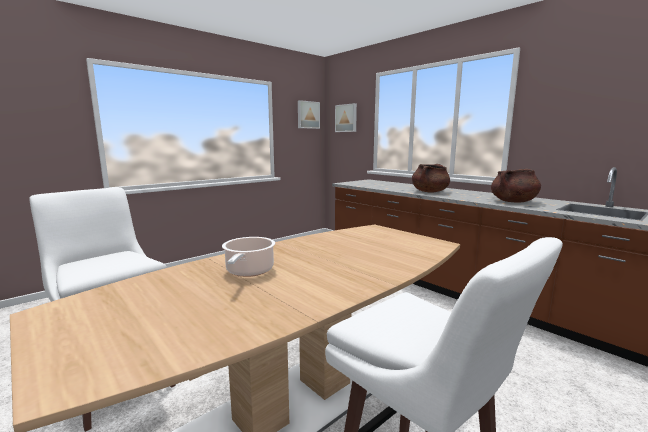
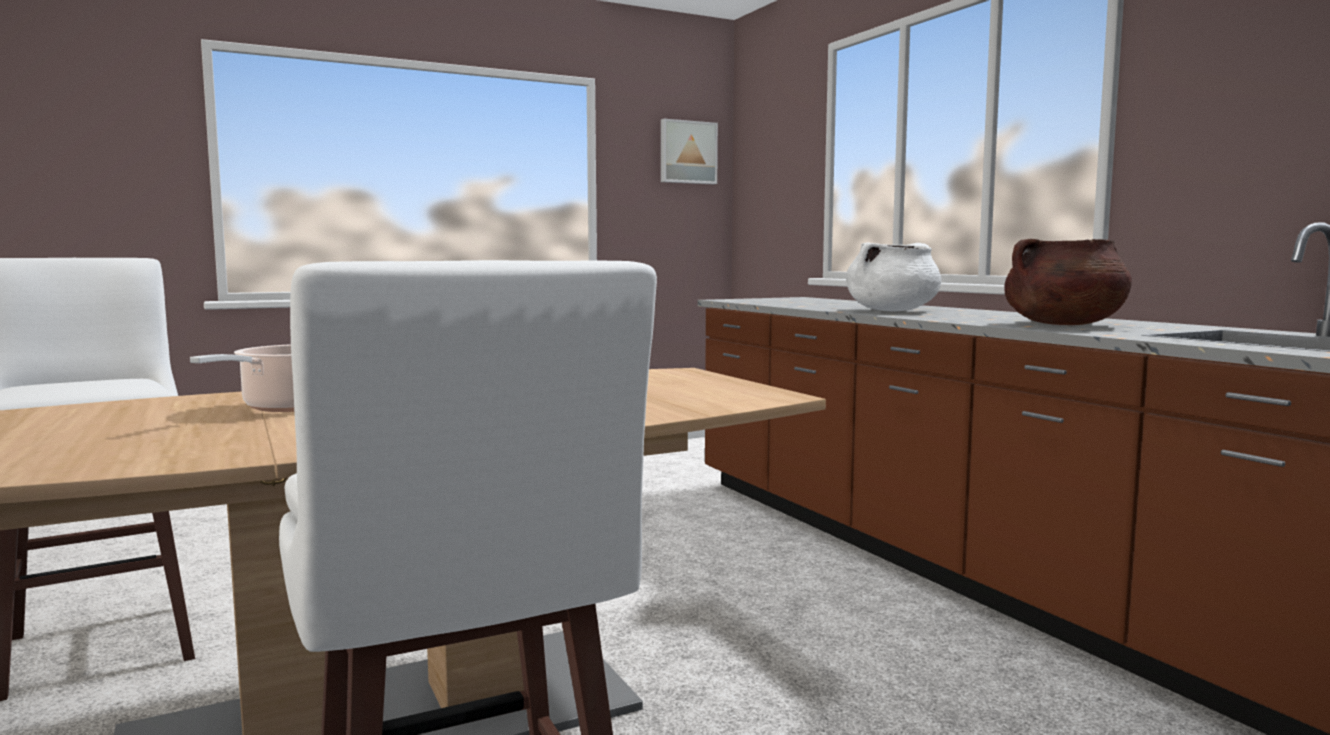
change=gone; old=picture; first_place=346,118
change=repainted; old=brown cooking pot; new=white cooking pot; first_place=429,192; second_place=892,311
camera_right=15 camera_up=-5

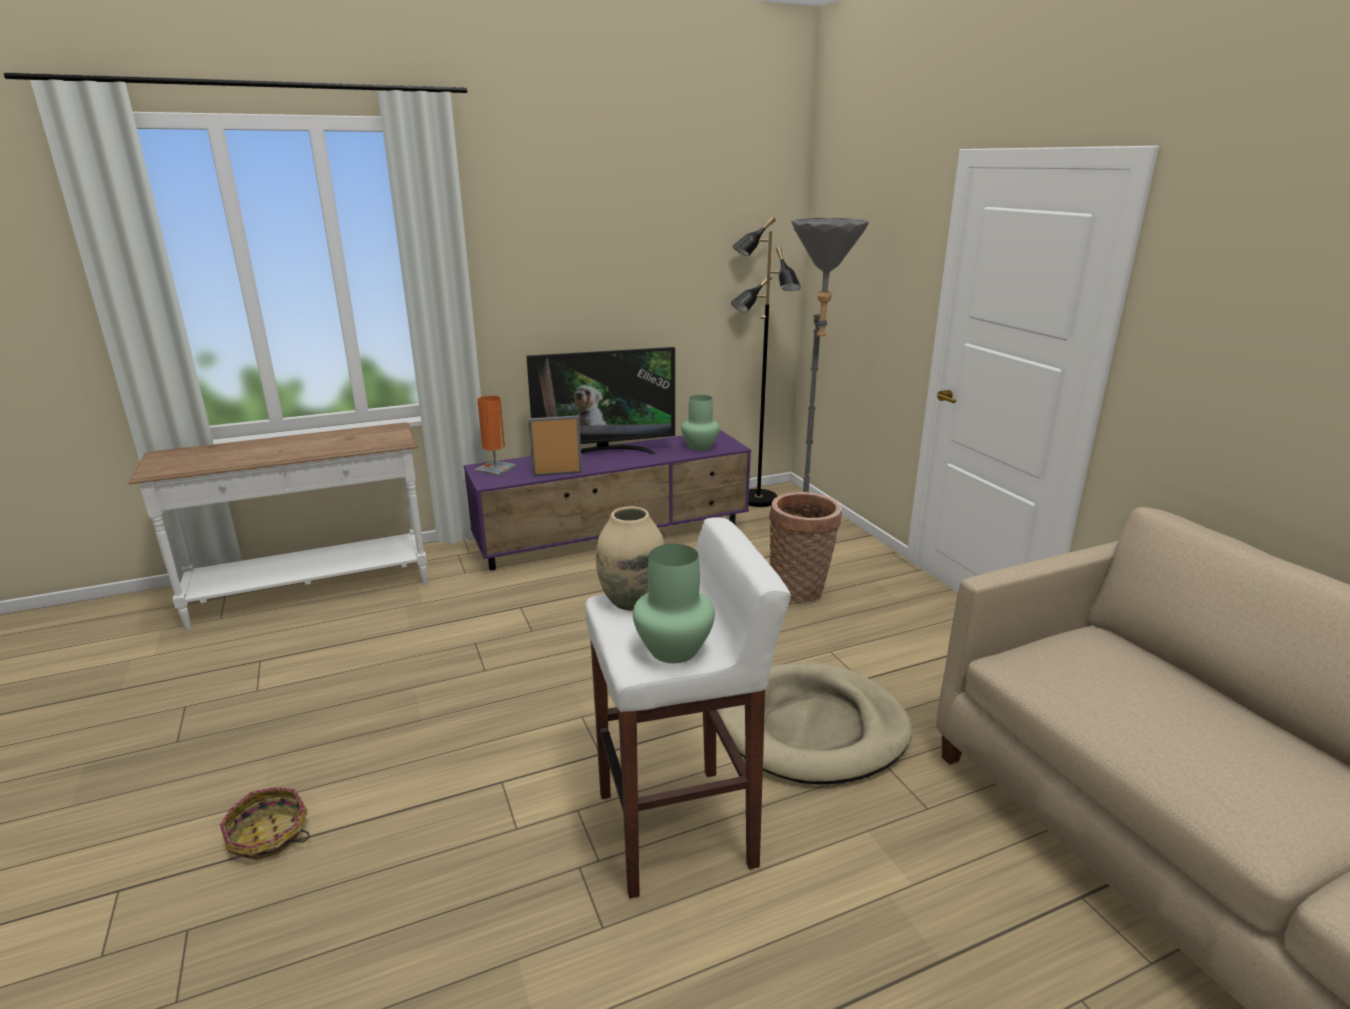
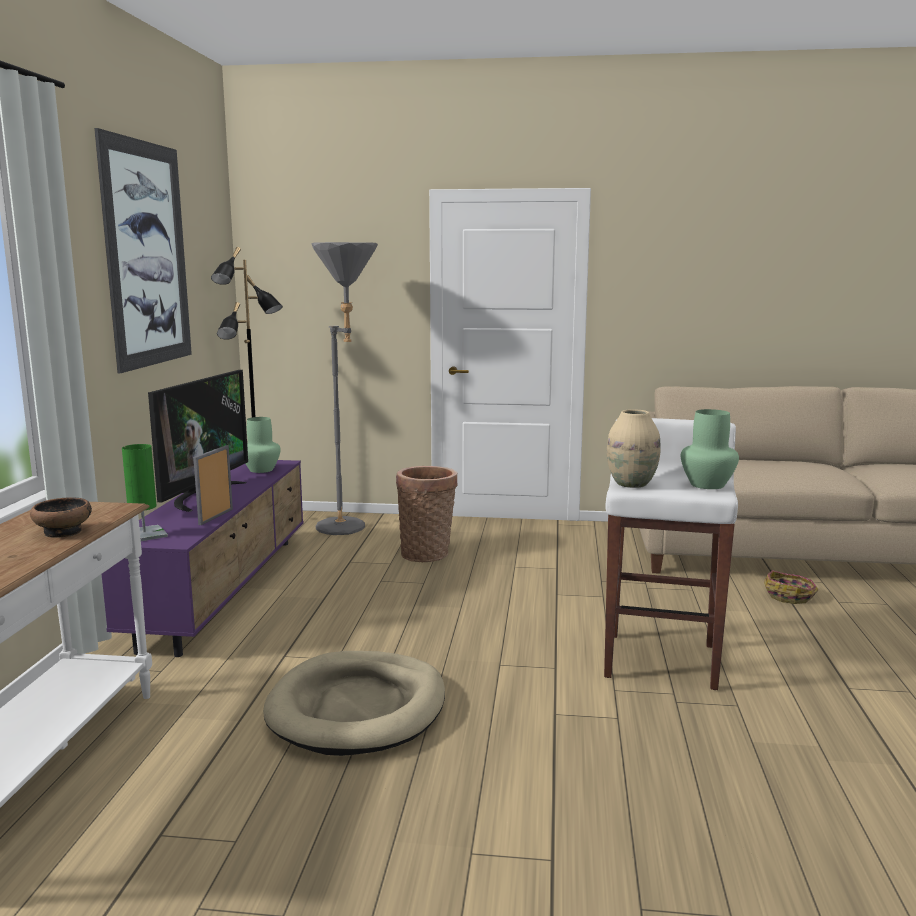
change=new; new=bowl; second_place=64,532
change=new; new=picture; second_place=147,254
change=shifted; old=basket; first_place=269,836; second_place=790,596
change=shifted; old=beige dog bed; first_place=812,728; second_place=358,708
change=repainted; old=orange table lamp; new=green table lamp; first_place=495,469; second_place=144,535
camera_right=-60 camera_up=-10

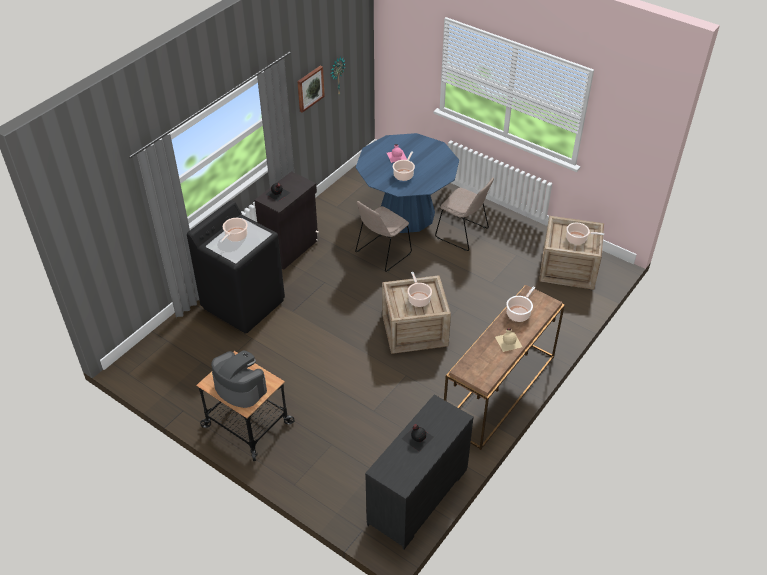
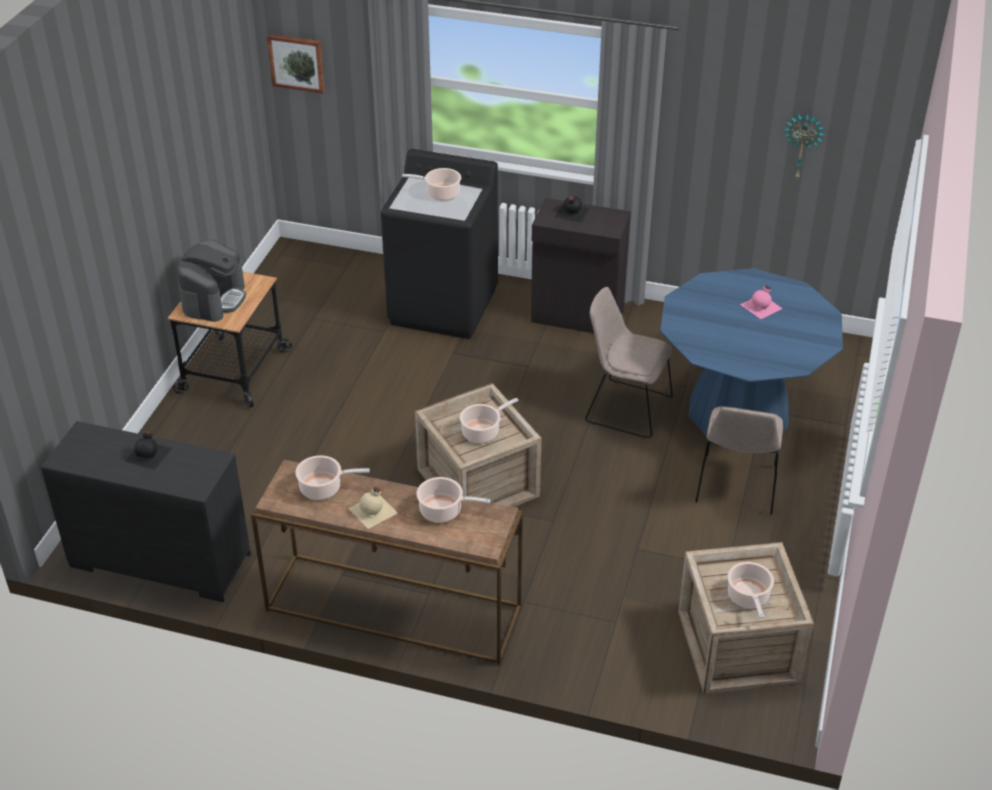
change=shifted; old=picture; first_place=310,88; second_place=297,62
change=shifted; old=cooking pot; first_place=404,174; second_place=323,488
camera_right=70 camera_up=-5

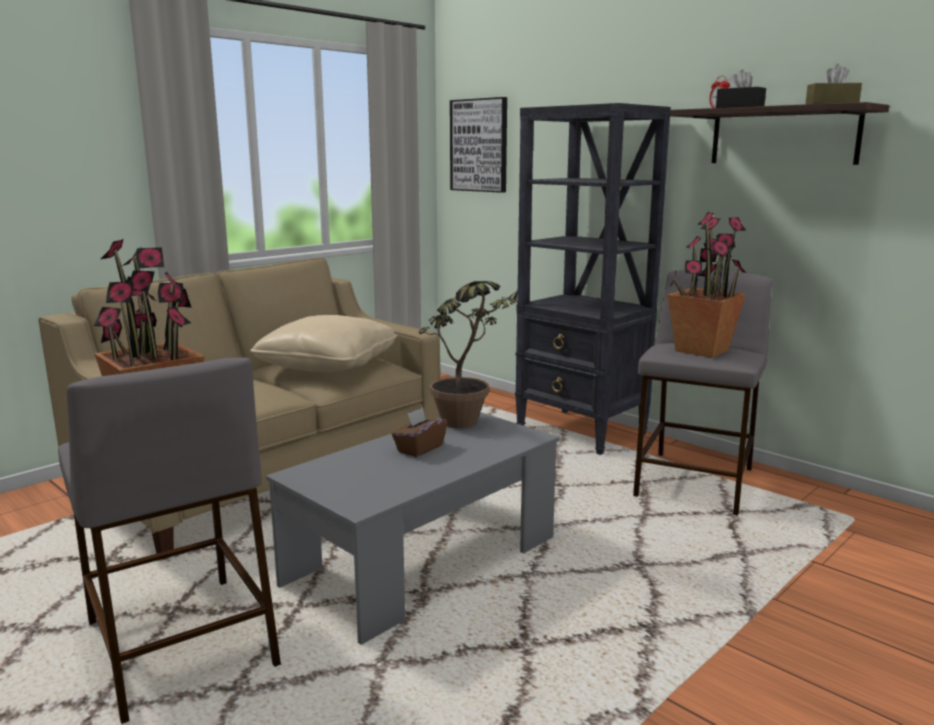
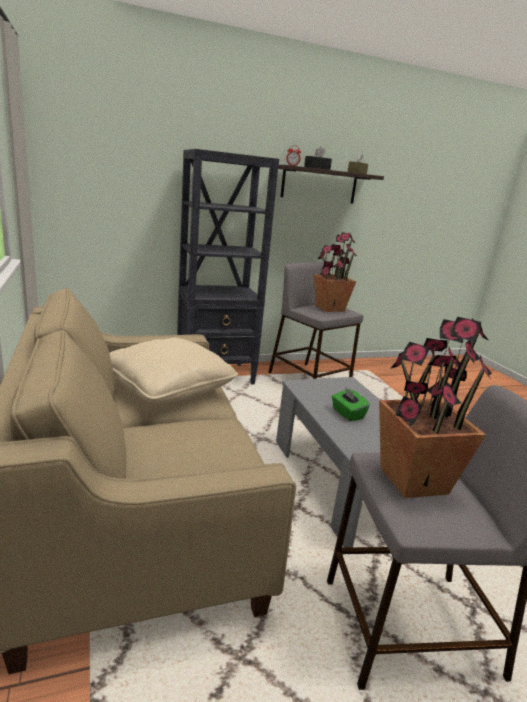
change=gone; old=potted plant; first_place=468,426
change=gone; old=picture; first_place=479,145
change=repainted; old=brown tissue box; new=green tissue box; first_place=419,448; second_place=347,414
camera_right=-65 camera_up=5

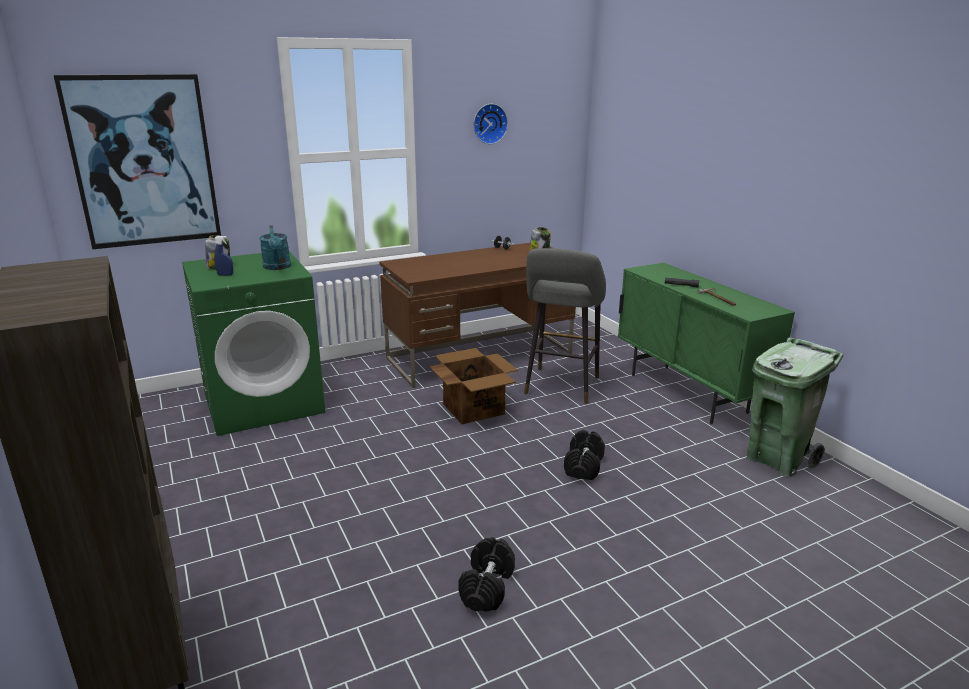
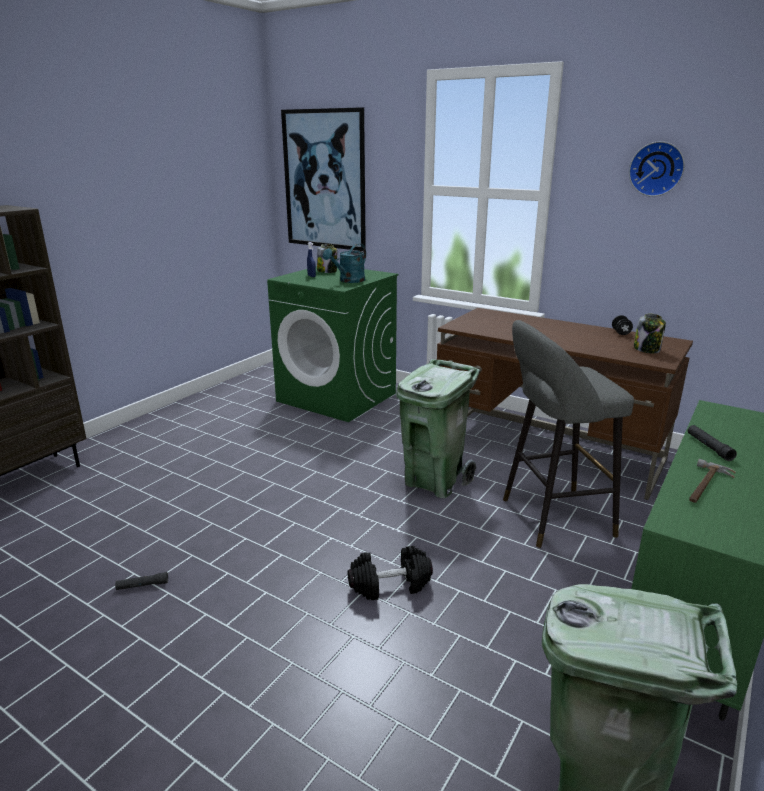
change=swapped; old=cardboard box; new=green trash can; first_place=473,408; second_place=434,481
change=swapped; old=black dumbbell; new=black flashlight; first_place=486,586; second_place=142,585
camera_right=60 camera_up=0

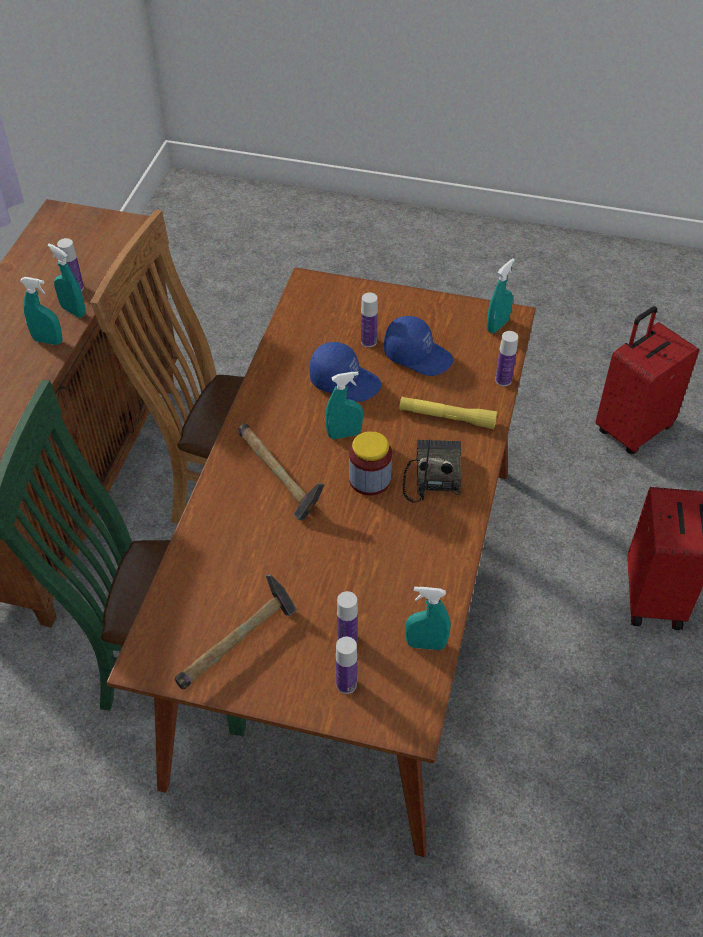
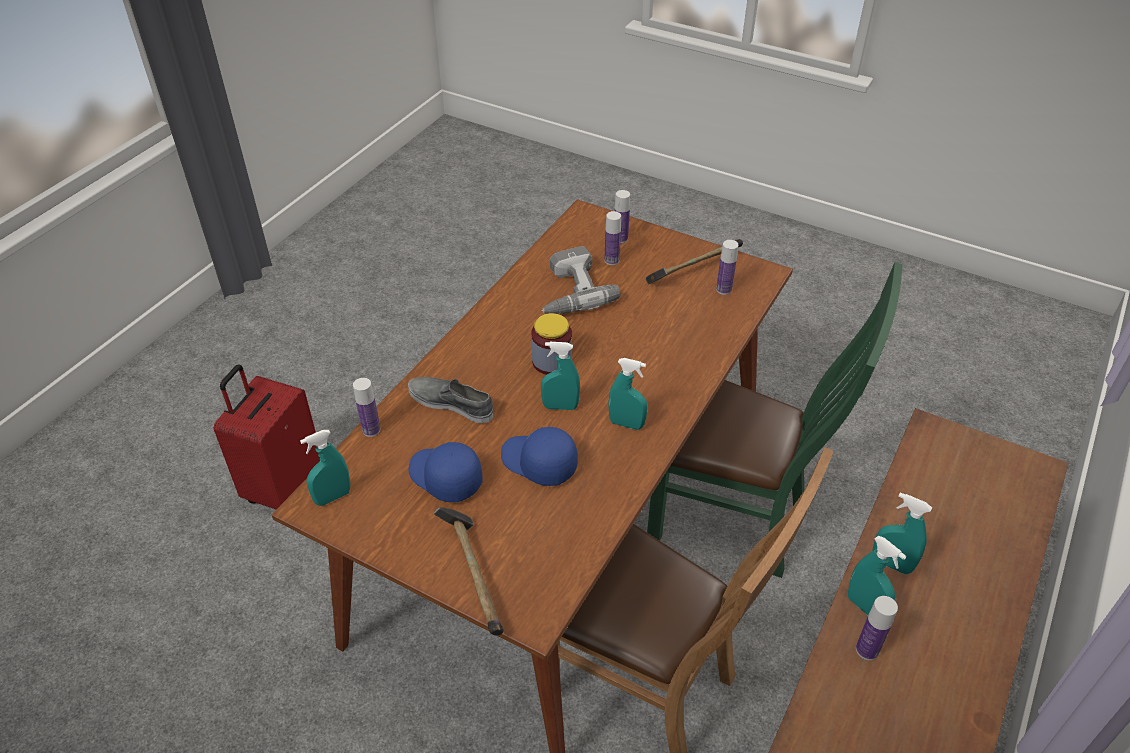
change=gone; old=radio; first_place=432,475
change=gone; old=red suitcase; first_place=632,429
change=new; new=power drill; second_place=569,291
change=shifted; old=hammer; first_place=278,479; second_place=474,576
change=shifted; old=bottle; first_place=368,341; second_place=723,289
change=shifted; old=turquoise spray bottle; first_place=426,644; second_place=626,424
change=swapped; old=yellow flashlight; new=grey shoe; first_place=447,417; second_place=451,403
camera_right=-165 camera_up=-5

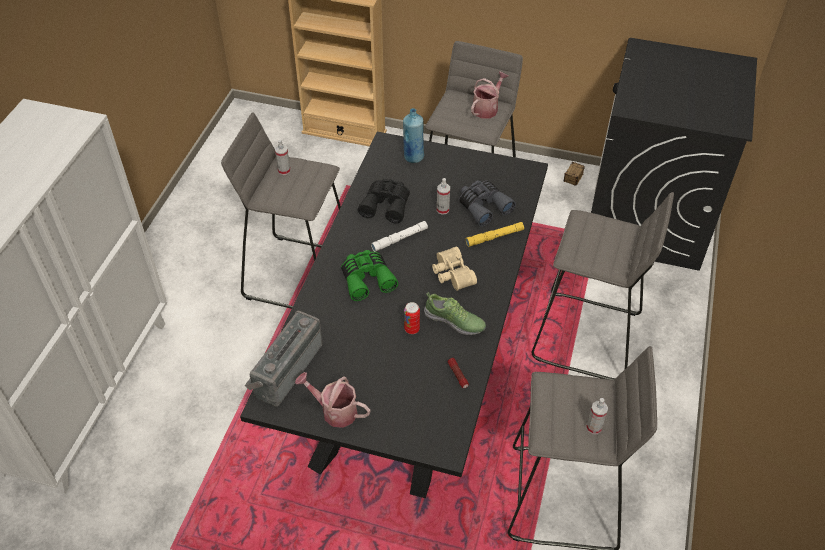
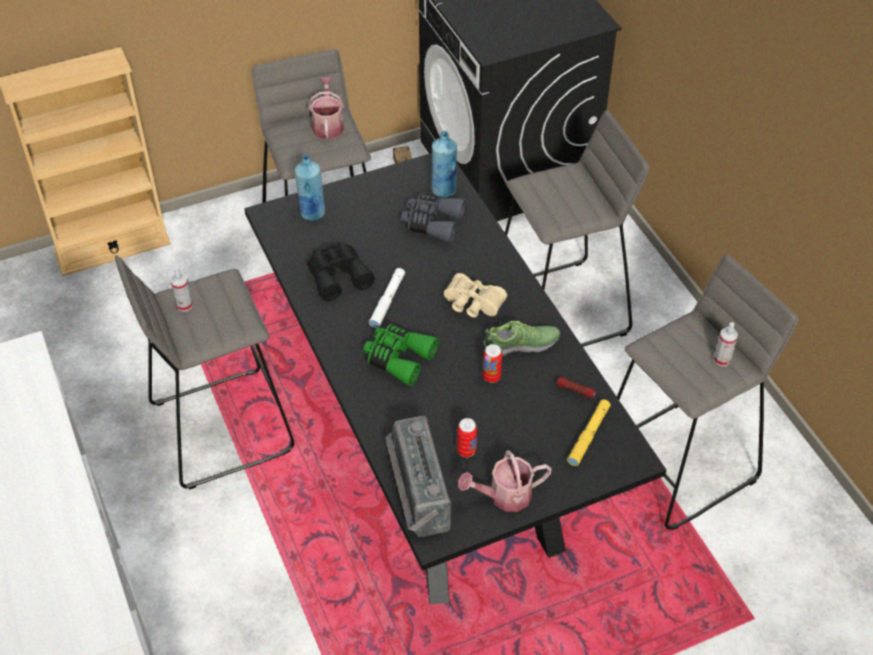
change=gone; old=spray bottle; first_place=442,210
change=new; new=blue bottle; second_place=443,190
change=new; new=can; second_place=466,451
change=shifted; old=yellow flashlight; first_place=494,237; second_place=588,435
camera_right=-40 camera_up=0

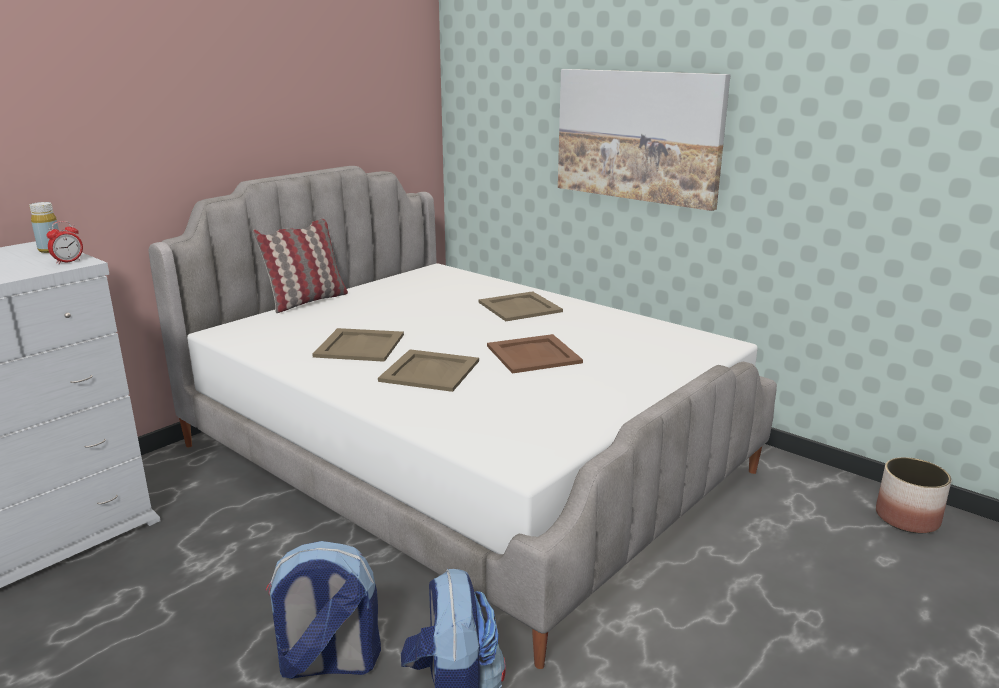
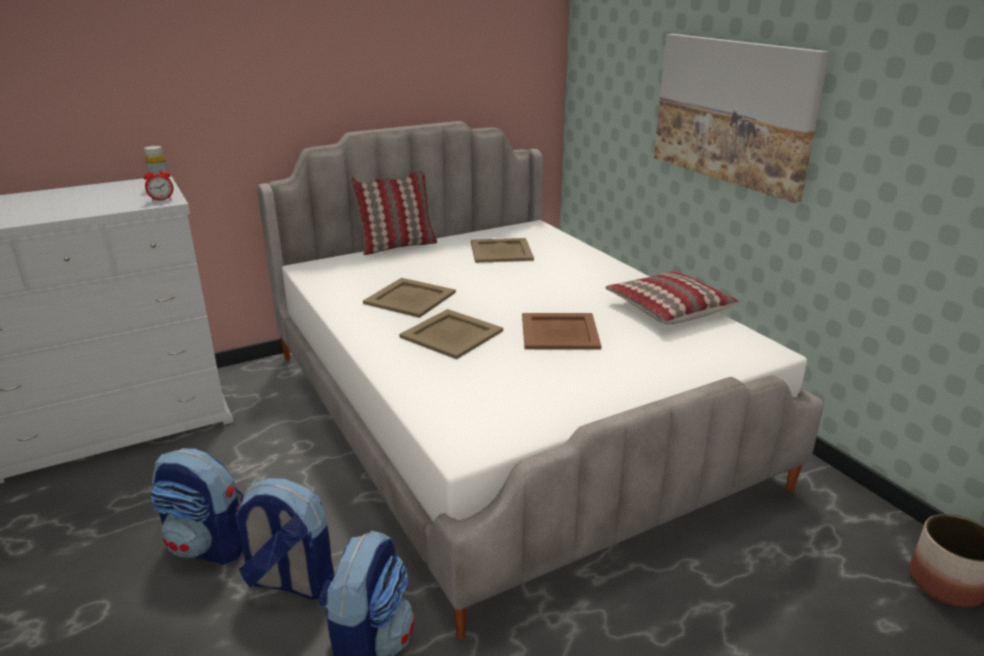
change=new; new=backpack; second_place=209,545
change=new; new=pillow; second_place=668,309
change=shifted; old=beige tray; first_place=520,307; second_place=502,251
camera_right=20 camera_up=5

